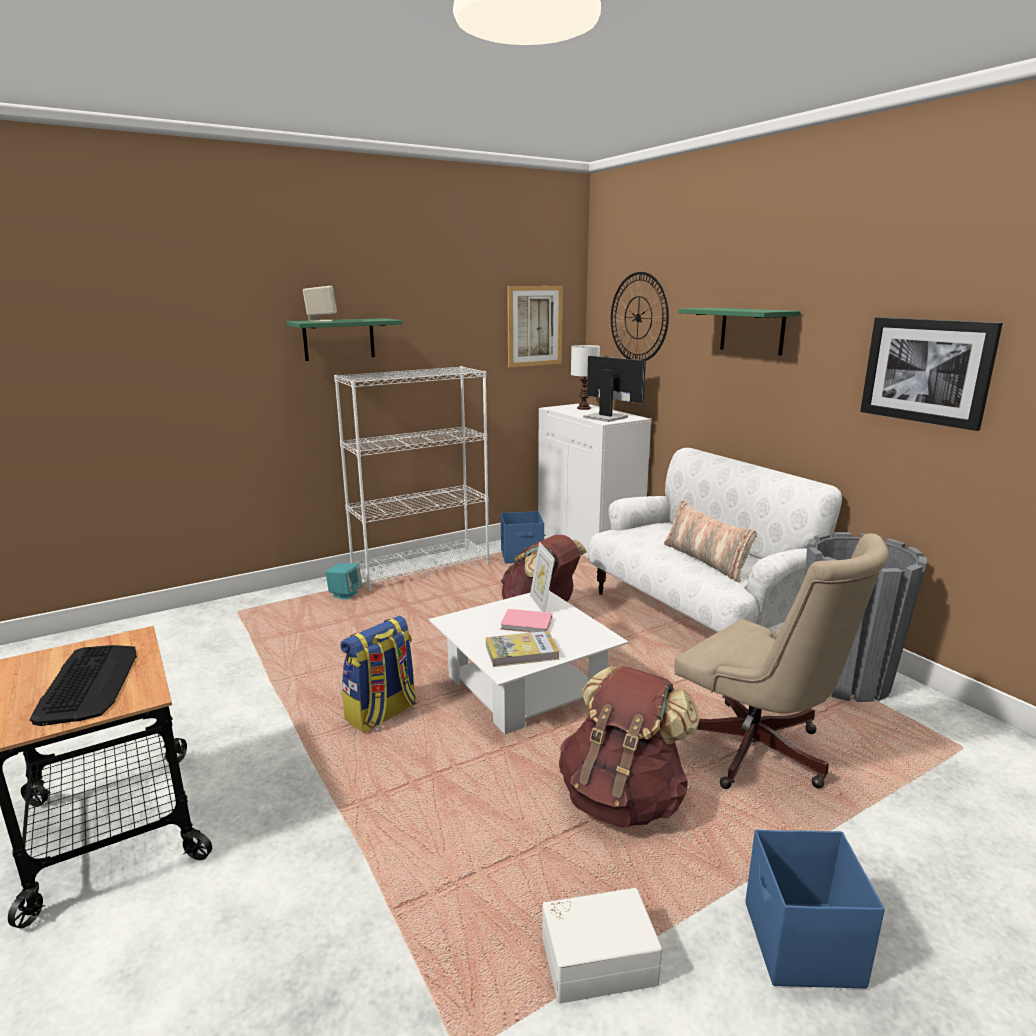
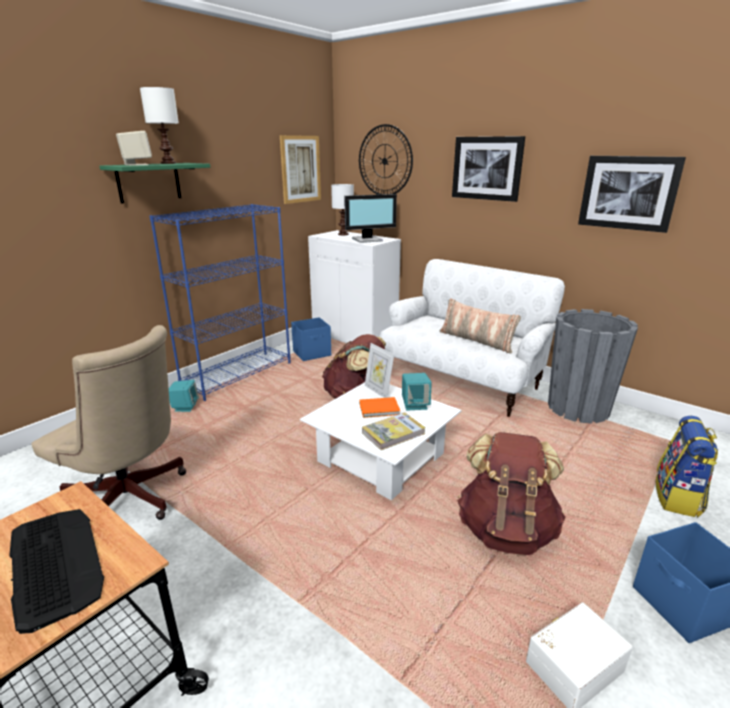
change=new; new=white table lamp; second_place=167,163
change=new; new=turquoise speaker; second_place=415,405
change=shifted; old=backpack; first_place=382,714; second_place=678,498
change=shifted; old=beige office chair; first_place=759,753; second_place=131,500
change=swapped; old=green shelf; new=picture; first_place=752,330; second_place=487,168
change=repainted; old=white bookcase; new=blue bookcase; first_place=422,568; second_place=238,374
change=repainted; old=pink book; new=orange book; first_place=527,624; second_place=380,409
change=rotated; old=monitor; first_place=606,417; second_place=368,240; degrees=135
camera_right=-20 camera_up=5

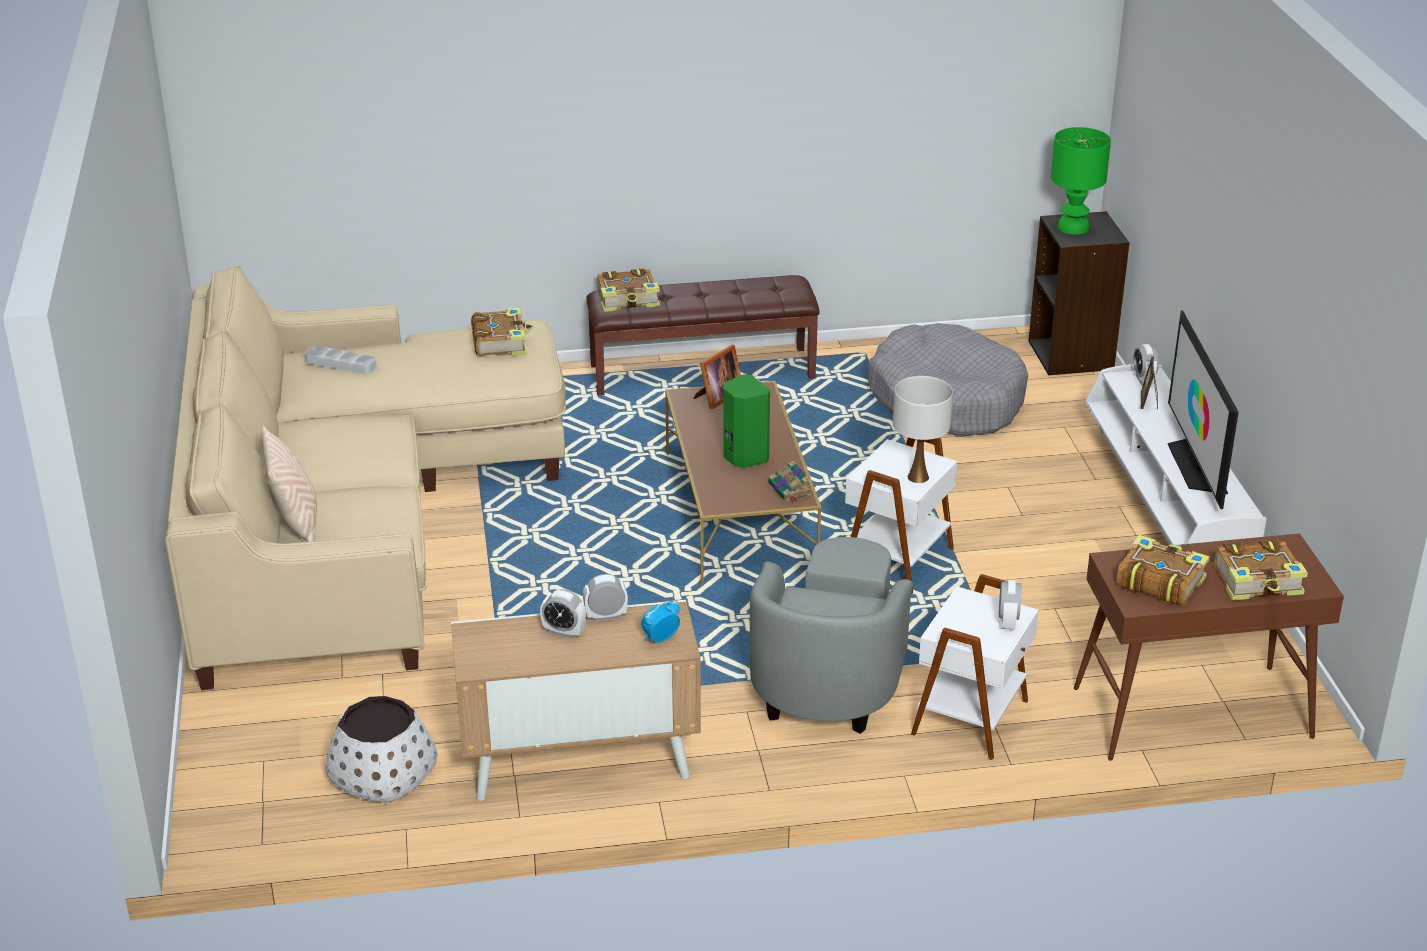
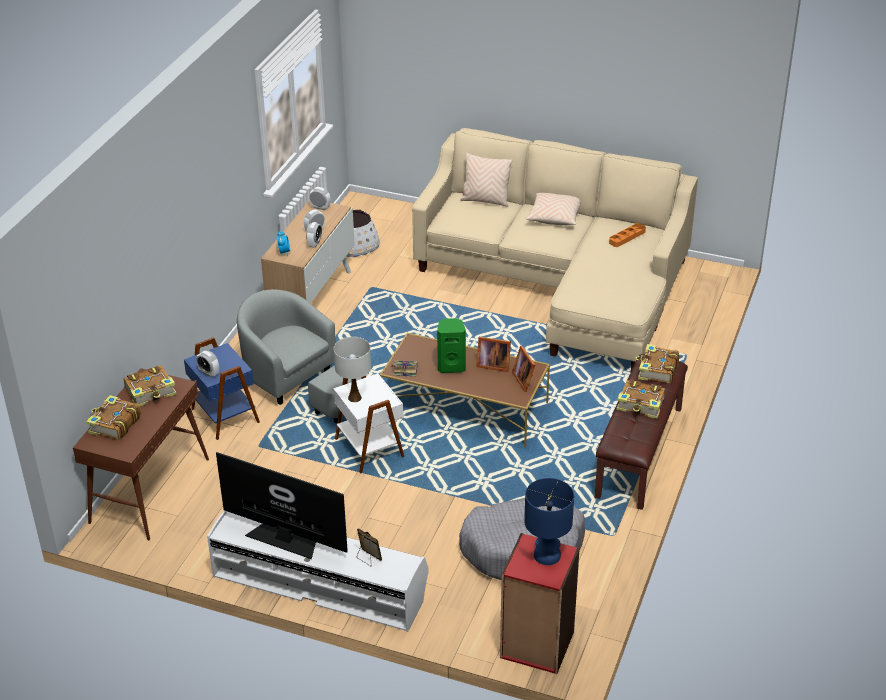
change=new; new=picture frame; second_place=492,364
change=new; new=beige pillow; second_place=554,216
change=shifted; old=book; first_place=501,342; second_place=641,405
change=shifted; old=alarm clock; first_place=1143,380; second_place=320,207
change=repainted; old=grey tray; new=orange tray; first_place=341,364; second_place=627,237
change=repainted; old=white side table; new=blue side table; first_place=972,717; second_place=224,416
change=repainted; old=black bookcase; new=red bookcase; first_place=1072,355; second_place=536,645
change=repainted; old=green table lamp; new=blue table lamp; first_place=1073,228; second_place=546,555
camera_right=120 camera_up=5

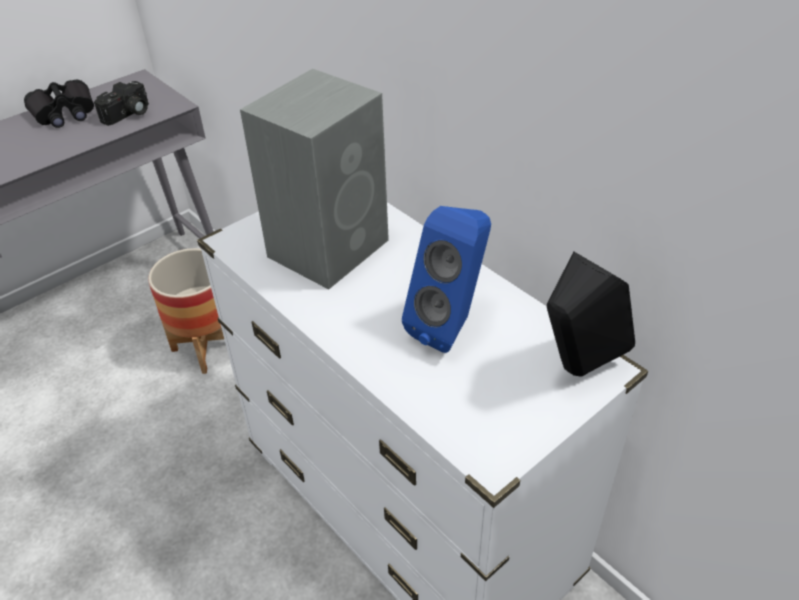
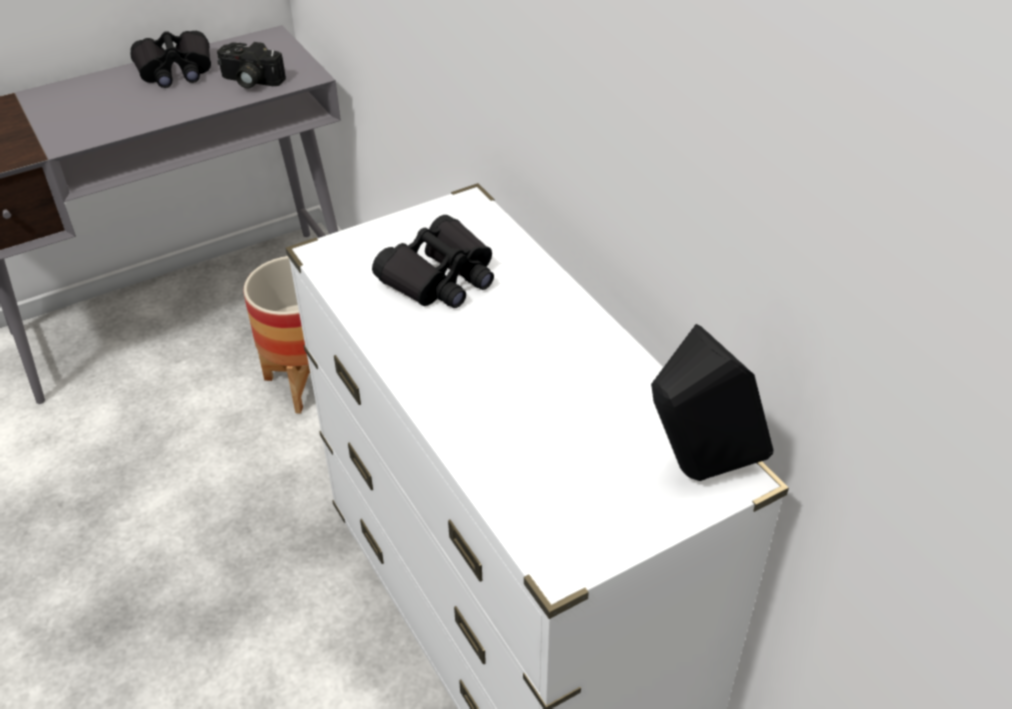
change=gone; old=blue speaker; first_place=451,326
change=swapped; old=grey speaker; new=black binoculars; first_place=330,247; second_place=440,278
change=rotated; old=photo camera; first_place=128,115; second_place=250,81; degrees=60
camera_right=10 camera_up=0

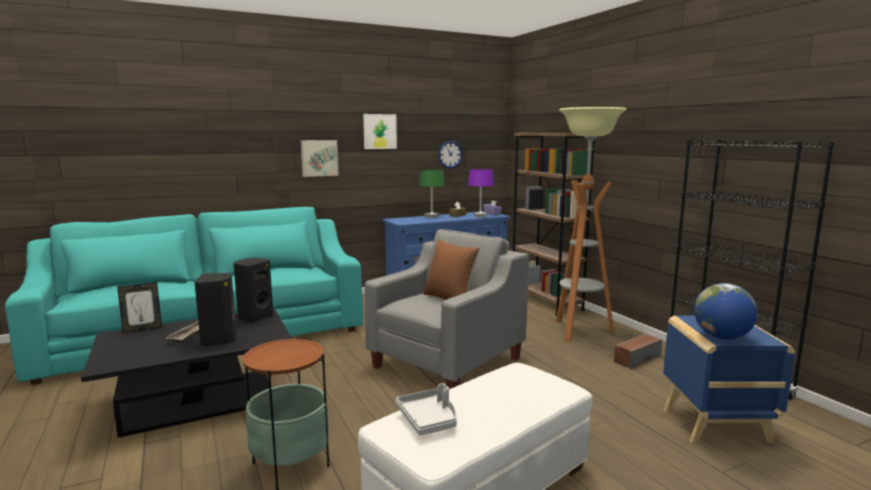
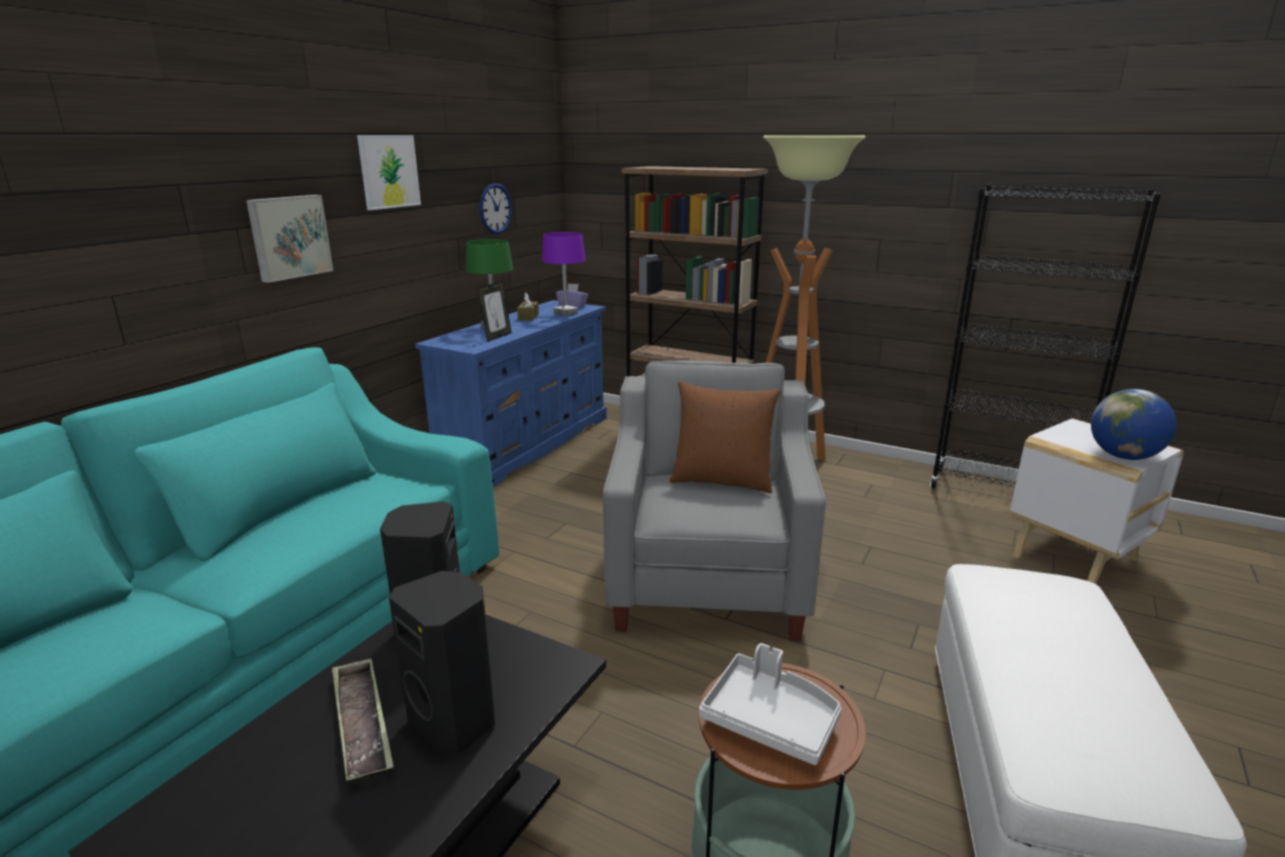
change=gone; old=speaker; first_place=637,359
change=shifted; old=picture frame; first_place=142,329; second_place=497,337
change=shifted; old=grey tray; first_place=429,419; second_place=770,720
change=repainted; old=blue side table; new=white side table; first_place=714,425; second_place=1074,558
camera_right=-35 camera_up=10

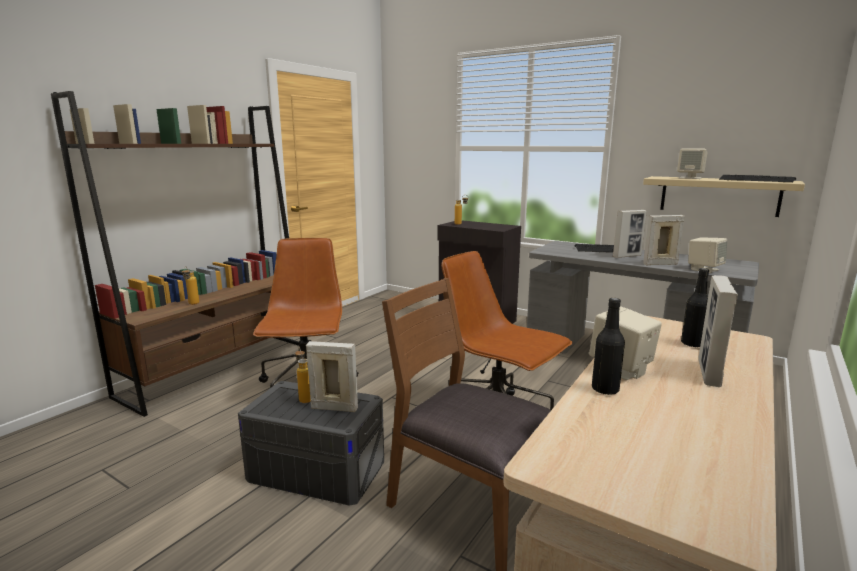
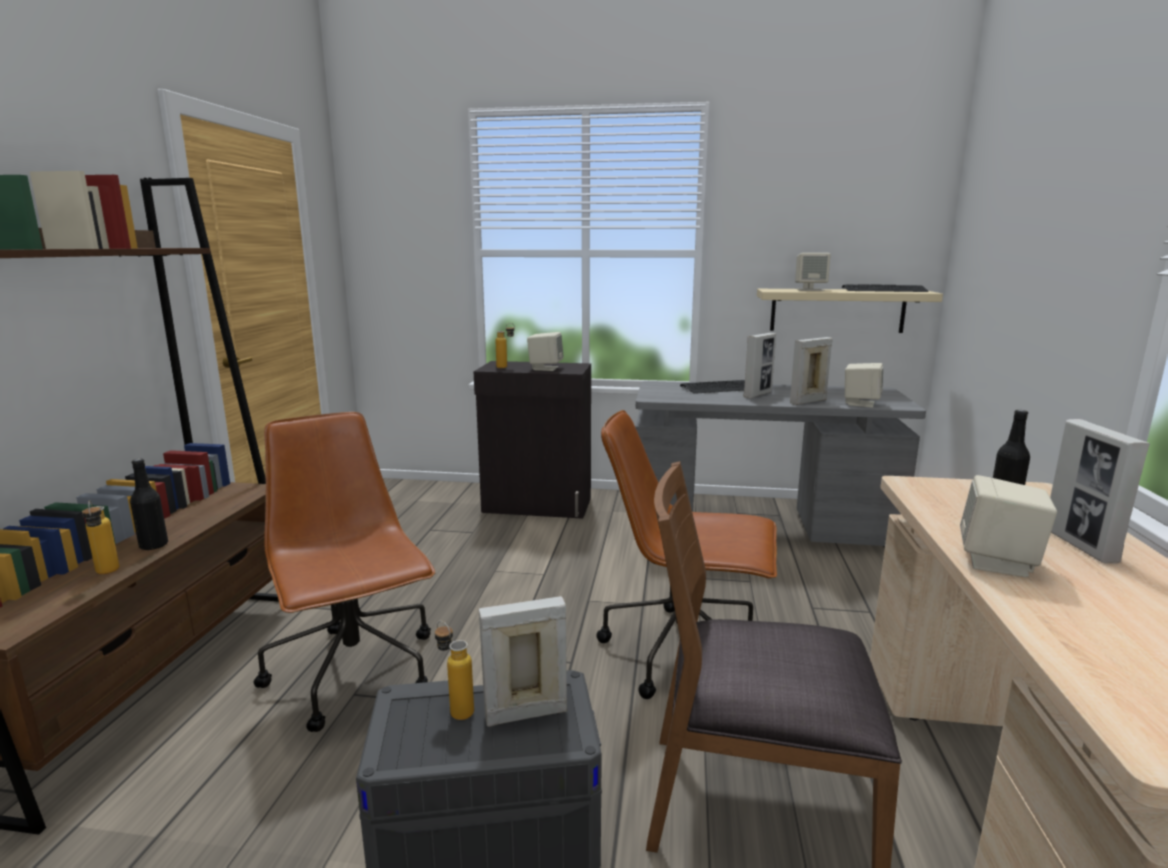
change=new; new=beige speaker; second_place=545,368
change=shifted; old=black bottle; first_place=605,389; second_place=154,545
camera_right=-25 camera_up=0

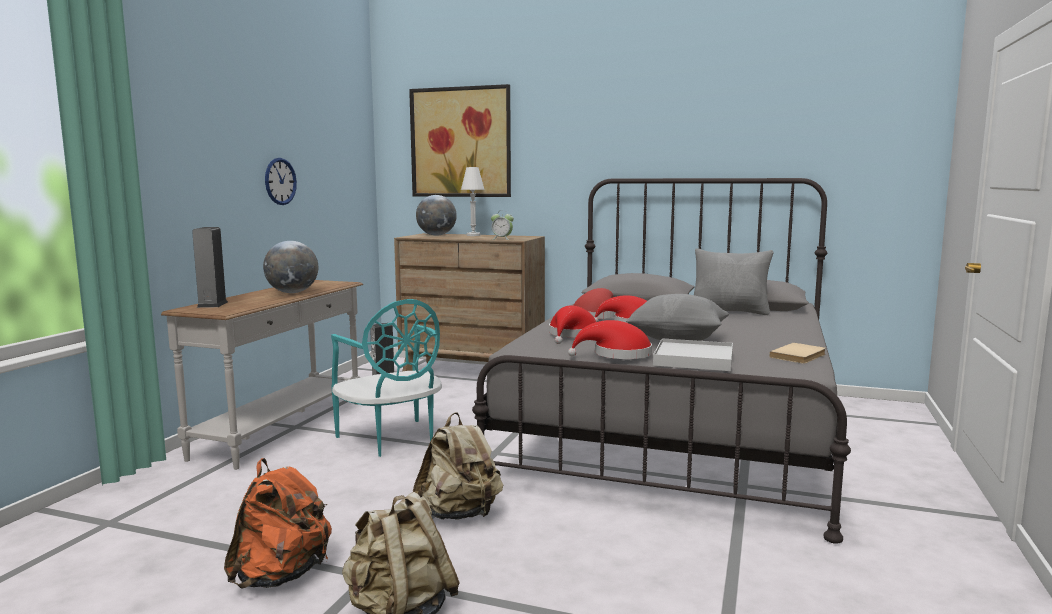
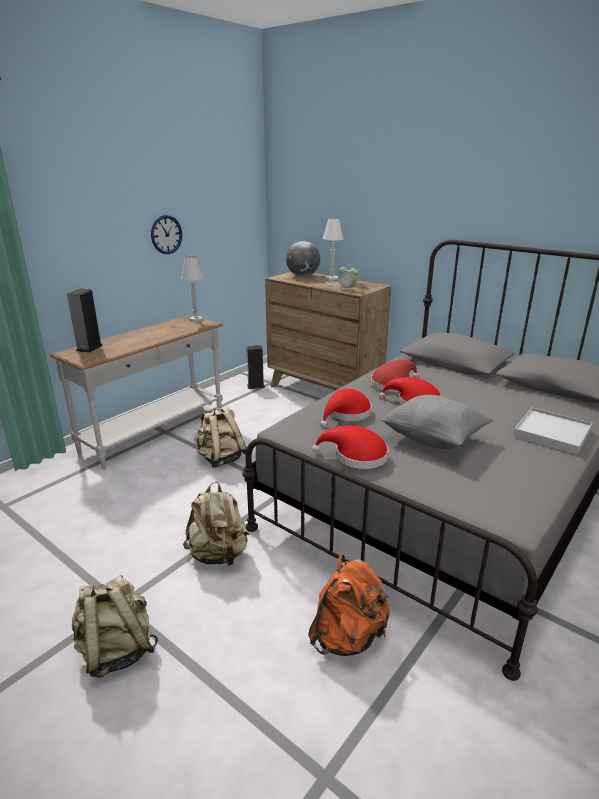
change=gone; old=globe; first_place=292,292
change=gone; old=picture; first_place=461,142
change=gone; old=grey pillow; first_place=731,311
change=gone; old=beige book; first_place=800,356
change=new; new=white table lamp; second_place=195,320
change=shifted; old=orange backpack; first_place=281,575; second_place=347,637
change=shifted; old=white tray; first_place=693,359; second_place=551,433
change=swapped; old=turquoise chair; new=beige backpack; first_place=391,439; second_place=220,459
camera_right=20 camera_up=15

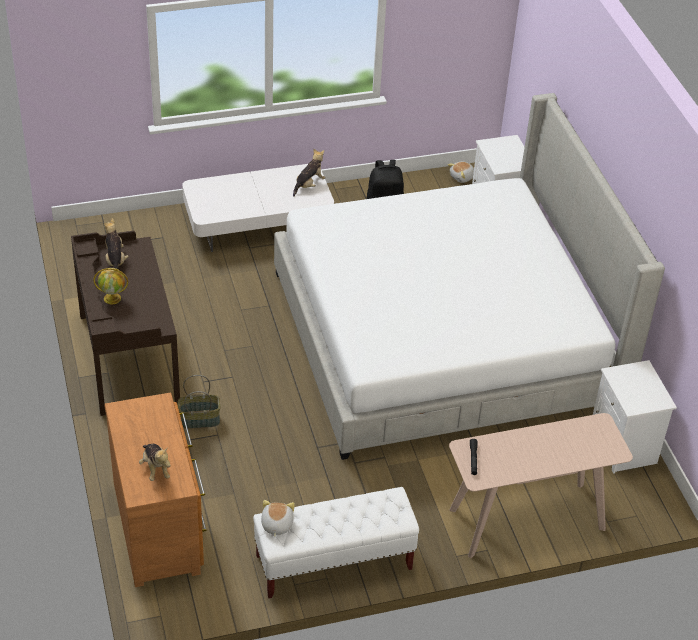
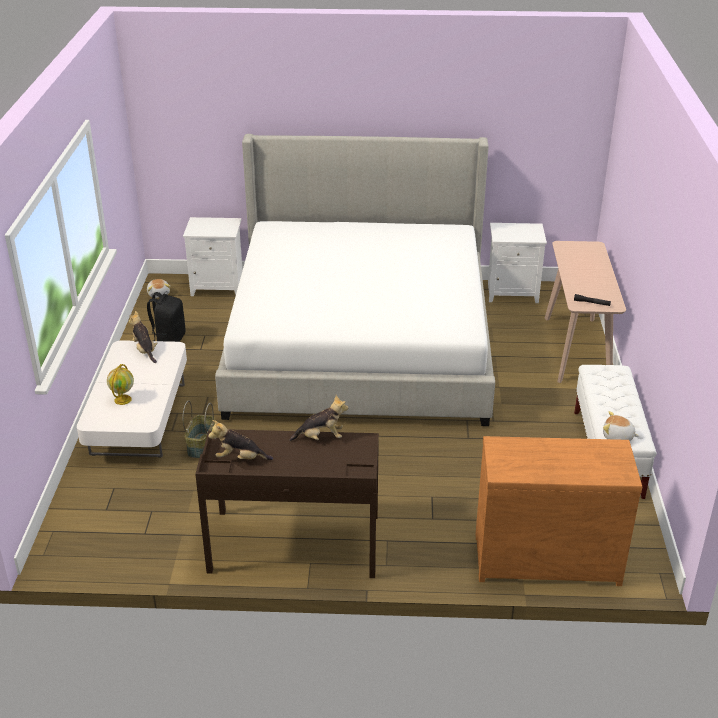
change=shifted; old=globe; first_place=113,298; second_place=123,399
change=shifted; old=plush toy; first_place=155,468; second_place=321,437
change=shifted; old=basket; first_place=200,419; second_place=201,445
camera_right=-70 camera_up=-10

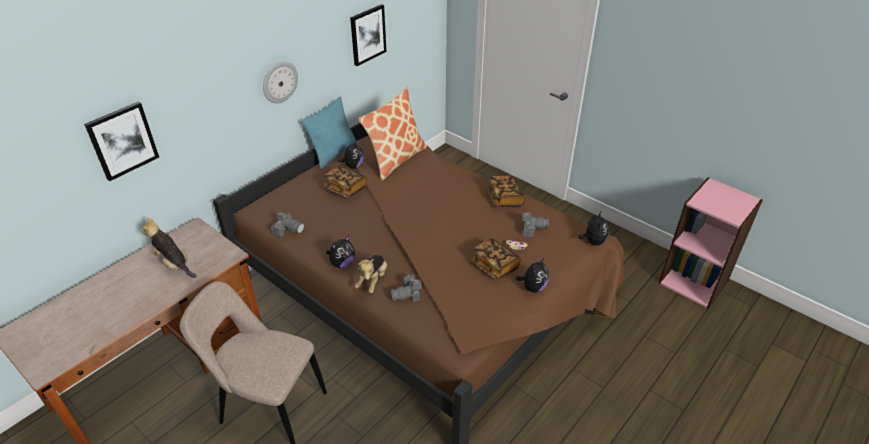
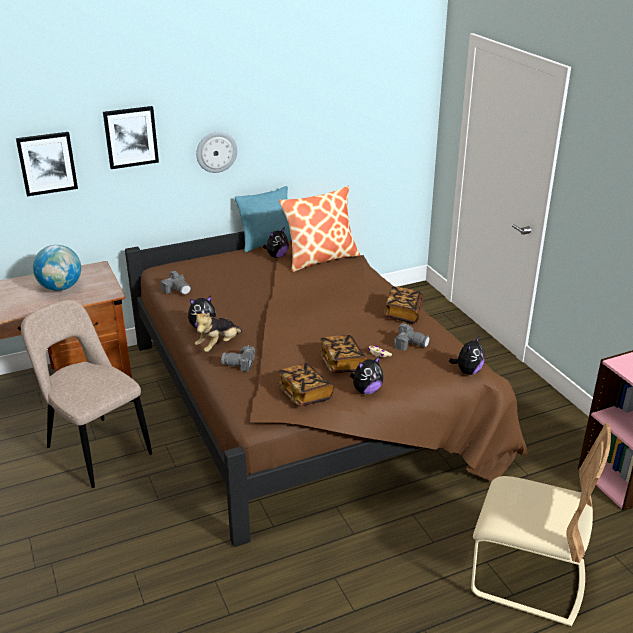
change=new; new=beige chair; second_place=527,578
change=shifted; old=book; first_place=345,188; second_place=304,394
change=shifted; old=picture; first_place=367,34; second_place=131,137
change=swapped; old=plush toy; new=globe; first_place=174,264; second_place=60,288
camera_right=25 camera_up=-10

